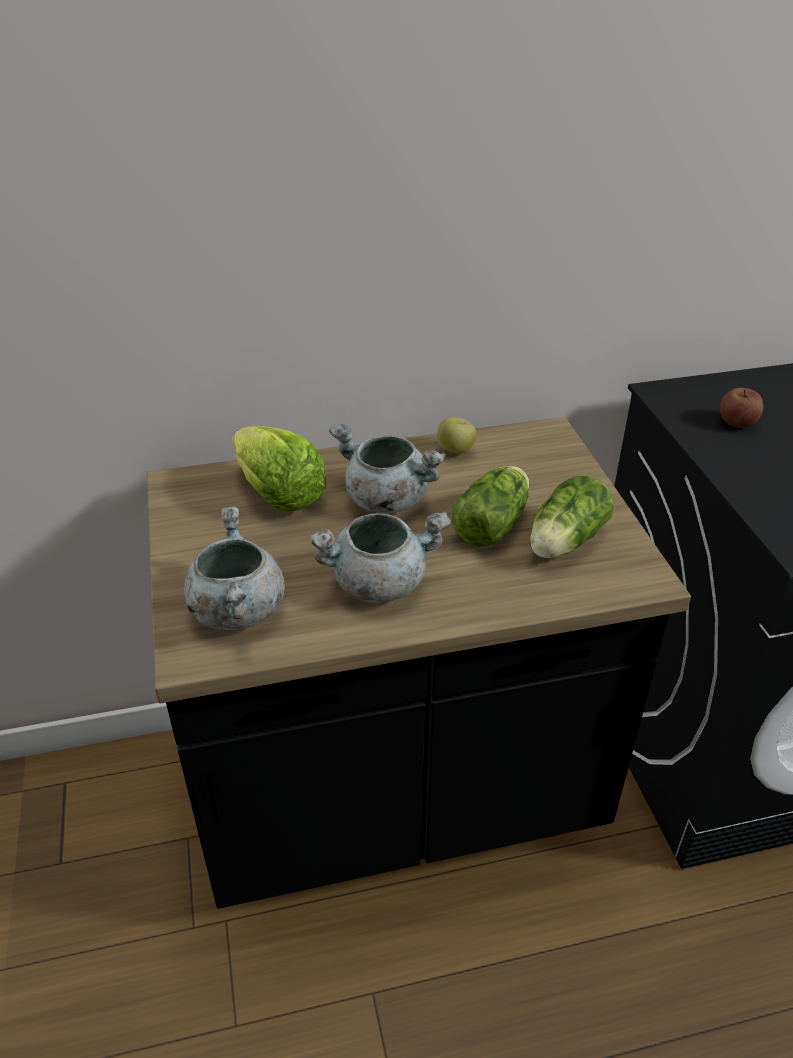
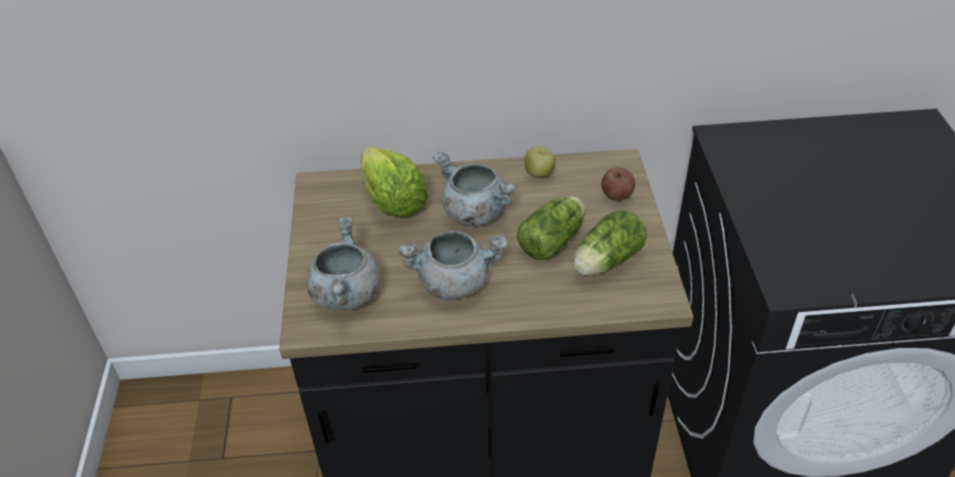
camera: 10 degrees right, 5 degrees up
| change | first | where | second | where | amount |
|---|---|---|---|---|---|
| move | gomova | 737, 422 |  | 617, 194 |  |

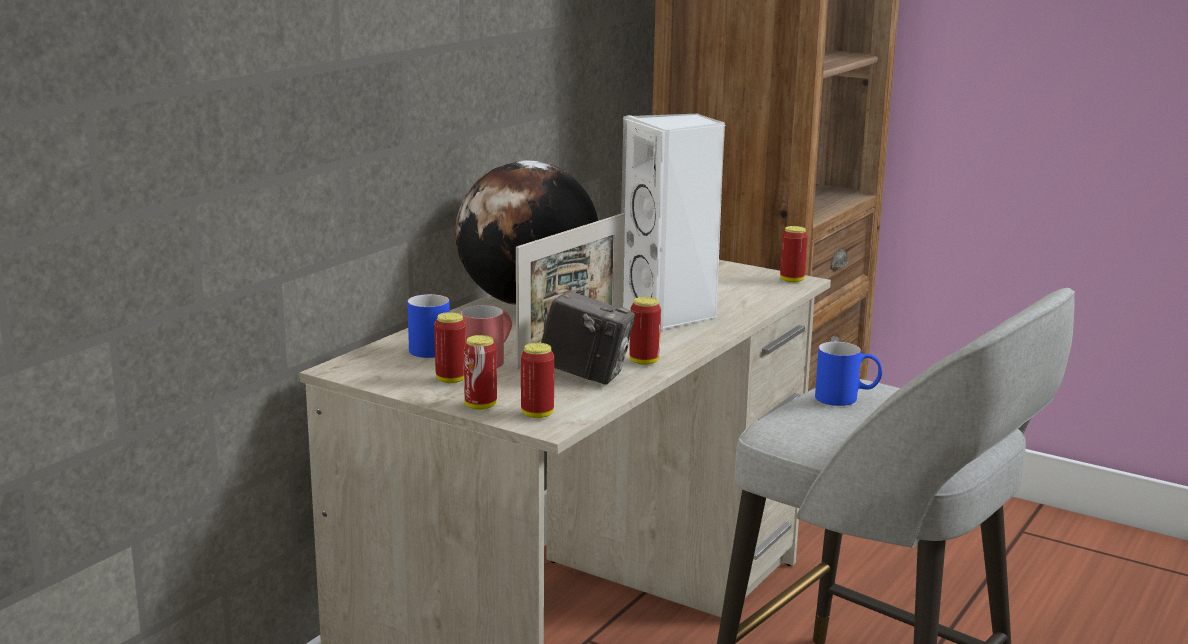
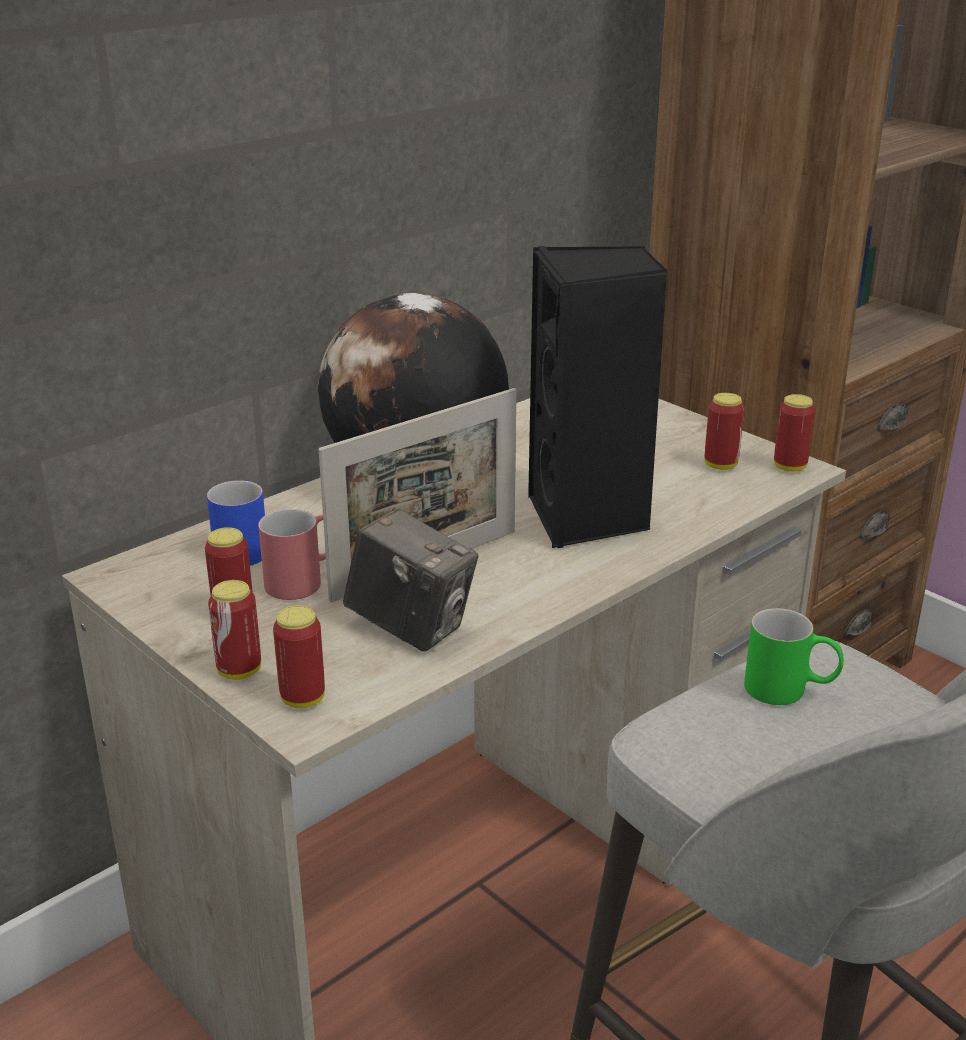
camera: 15 degrees right, 10 degrees up
| change | first | where | second | where | amount |
|---|---|---|---|---|---|
| recolor | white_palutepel | 670, 315 | black_palutepel | 588, 518 |  |
| move | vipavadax | 644, 361 |  | 720, 465 |  |
| recolor | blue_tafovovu | 847, 398 | green_tafovovu | 790, 690 |  |

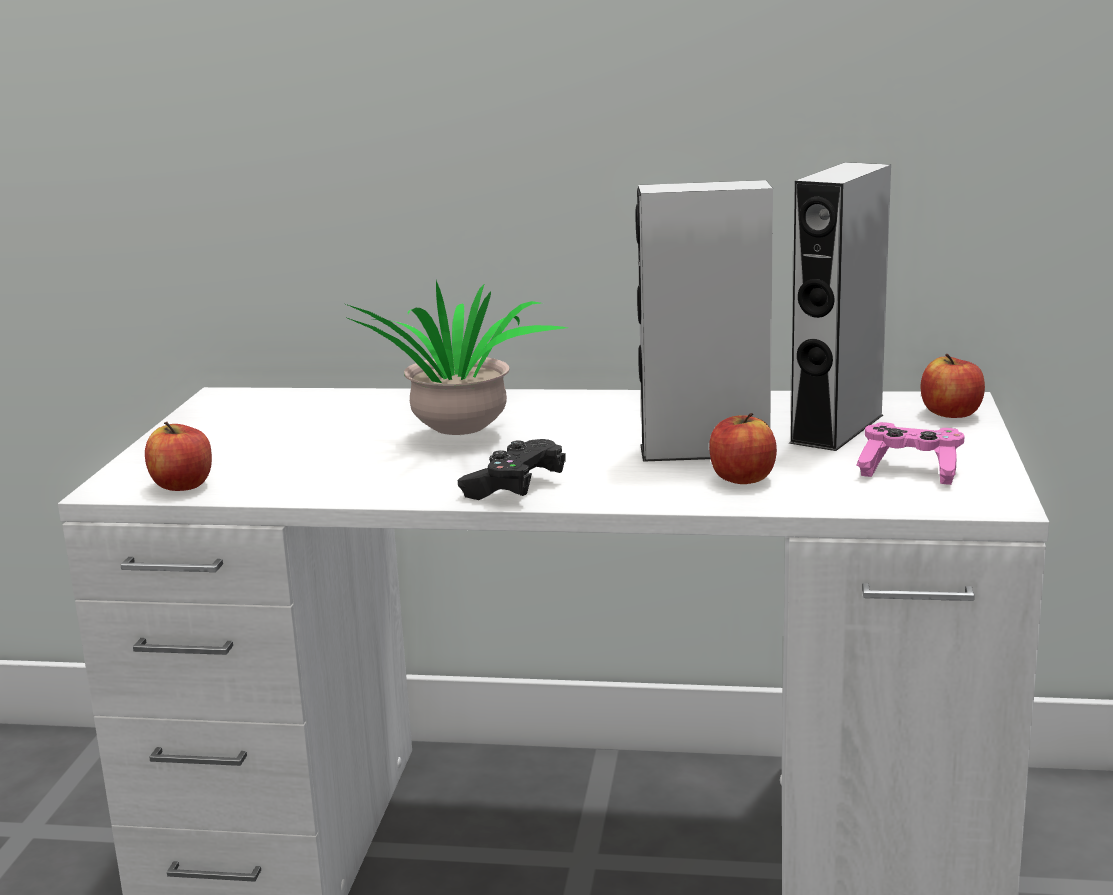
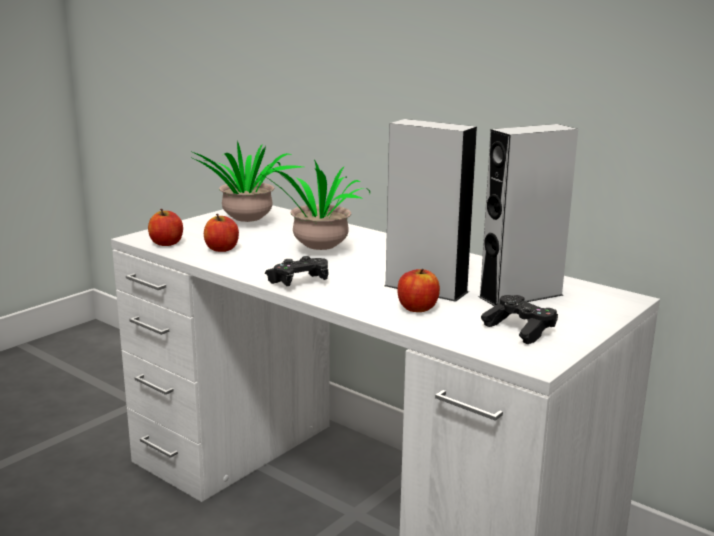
camera: 30 degrees right, 0 degrees up
| change | first | where | second | where | amount |
|---|---|---|---|---|---|
| move | gomova | 951, 414 |  | 222, 249 |  |
| recolor | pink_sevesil | 910, 470 | black_sevesil | 519, 330 |  |
| insert |  |  | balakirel | 247, 224 |  |

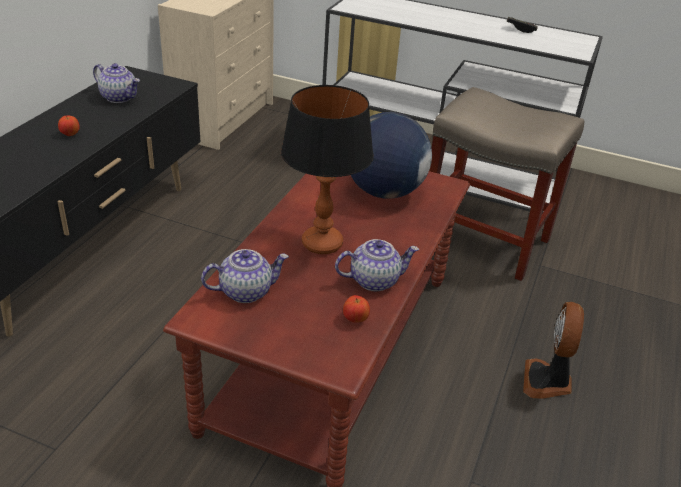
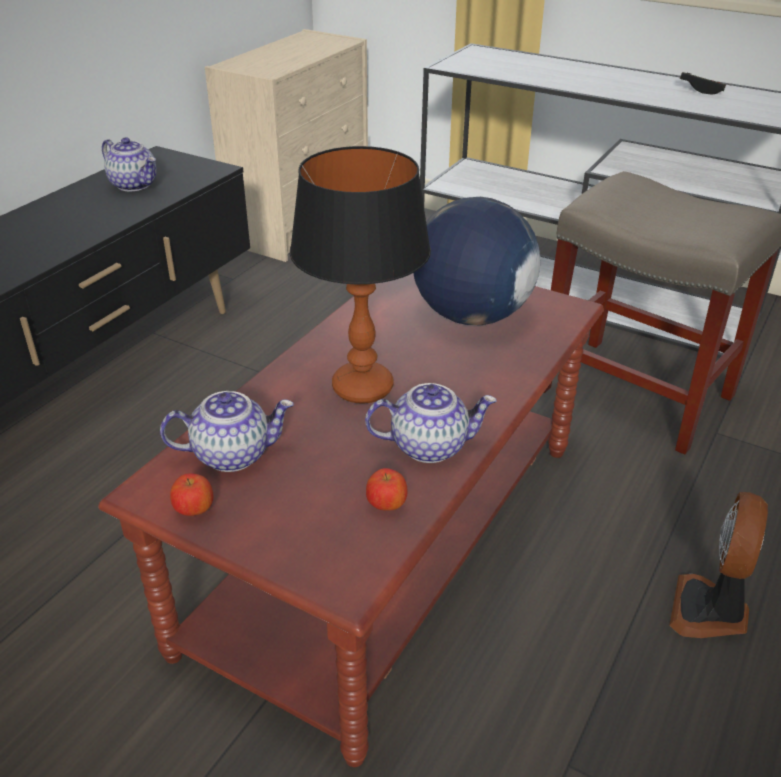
camera: 10 degrees right, 0 degrees up
| change | first | where | second | where | amount |
|---|---|---|---|---|---|
| move | gomova | 70, 134 |  | 194, 510 |  |

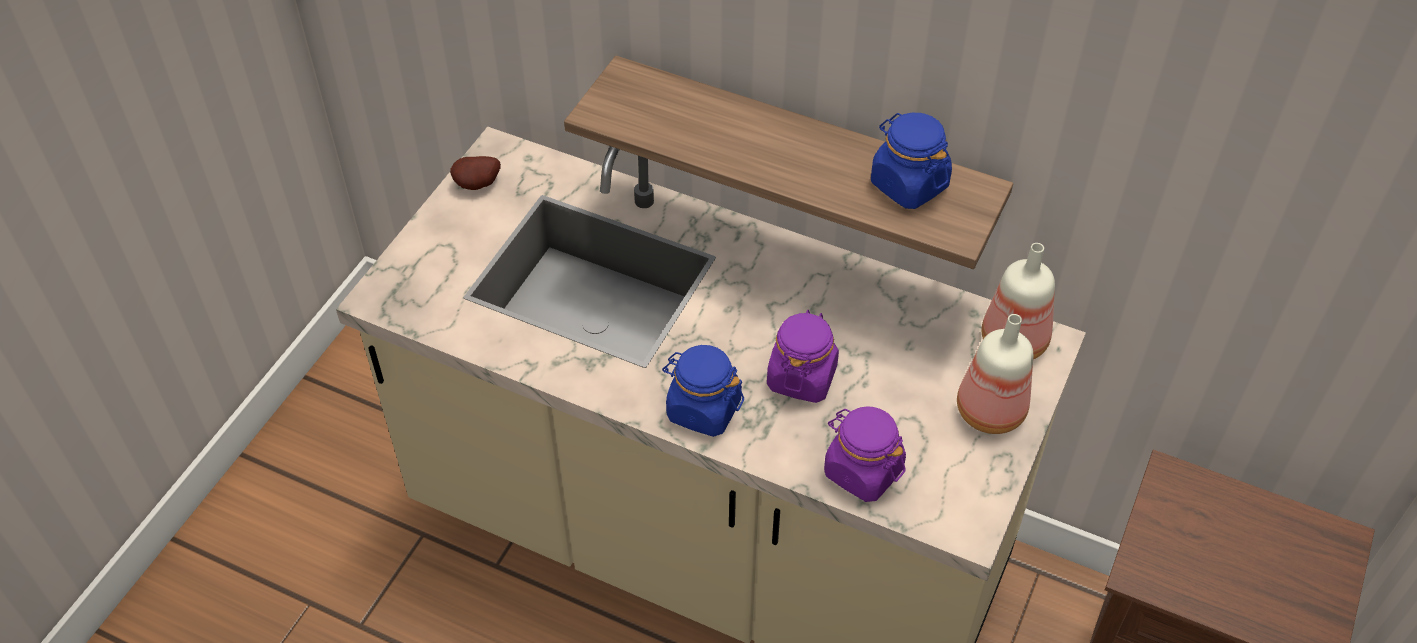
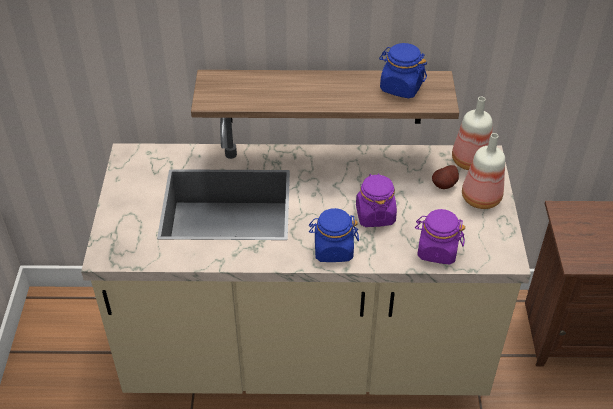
camera: 25 degrees left, 5 degrees down
| change | first | where | second | where | amount |
|---|---|---|---|---|---|
| move | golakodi | 478, 185 |  | 445, 185 |  |

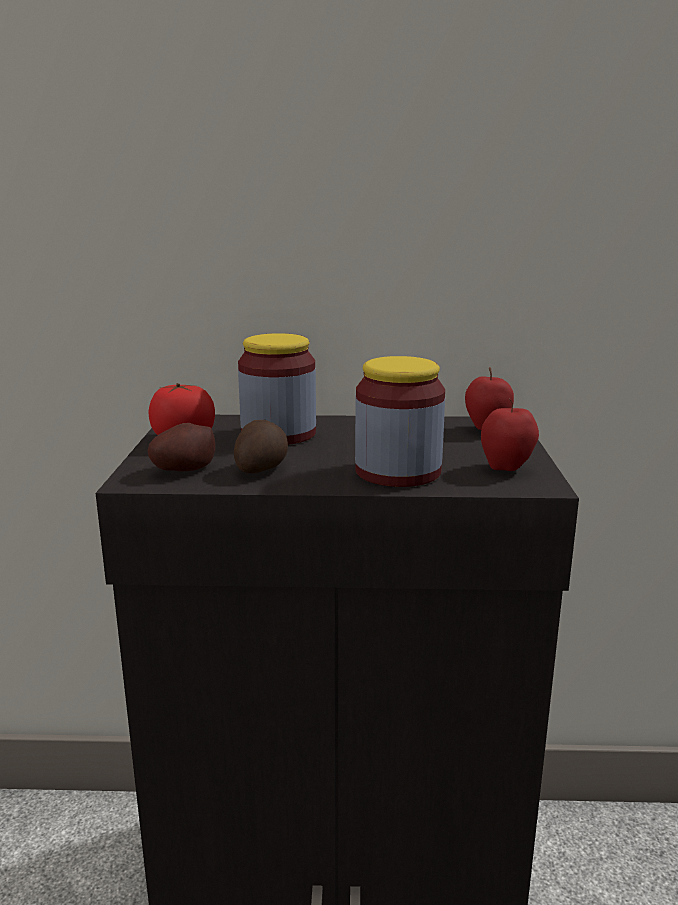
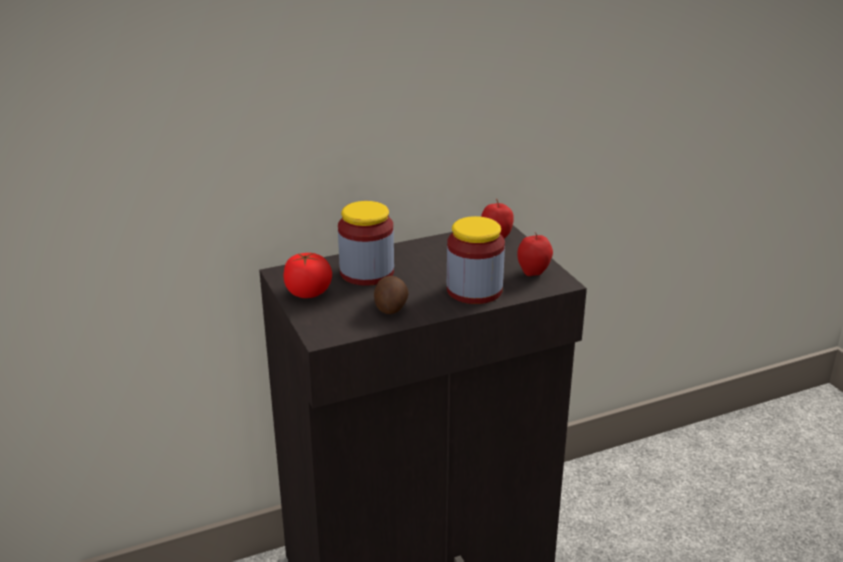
camera: 25 degrees left, 10 degrees up
| change | first | where | second | where | amount |
|---|---|---|---|---|---|
| delete | golakodi | 183, 469 |  |  |  |

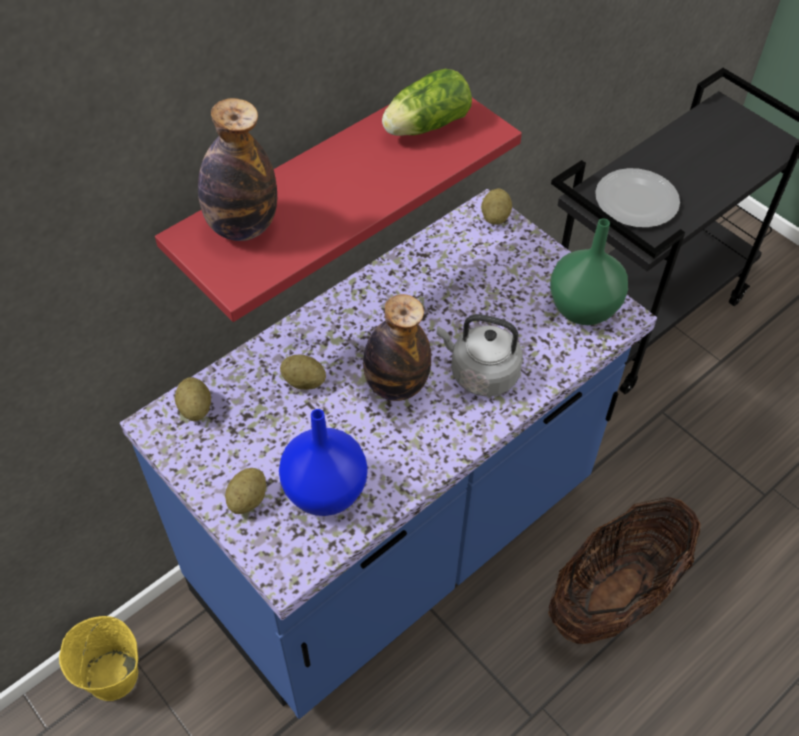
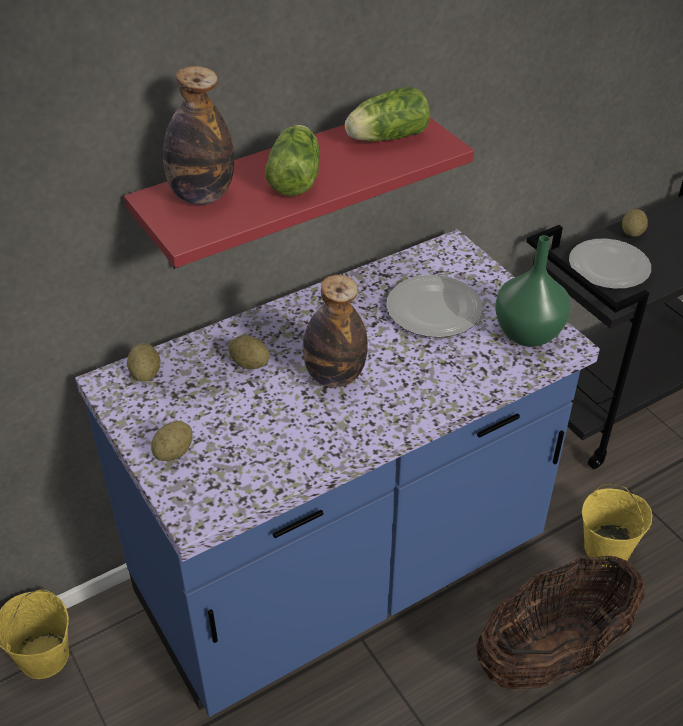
camera: 10 degrees right, 10 degrees down
| change | first | where | second | where | amount |
|---|---|---|---|---|---|
| move | golakodi | 495, 217 |  | 632, 233 |  |
| delete | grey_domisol | 480, 373 |  |  |  |
| delete | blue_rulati | 323, 491 |  |  |  |
| insert |  |  | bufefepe | 296, 176 |  |
| insert |  |  | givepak | 434, 308 |  |
| insert |  |  | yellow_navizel | 607, 548 |  |

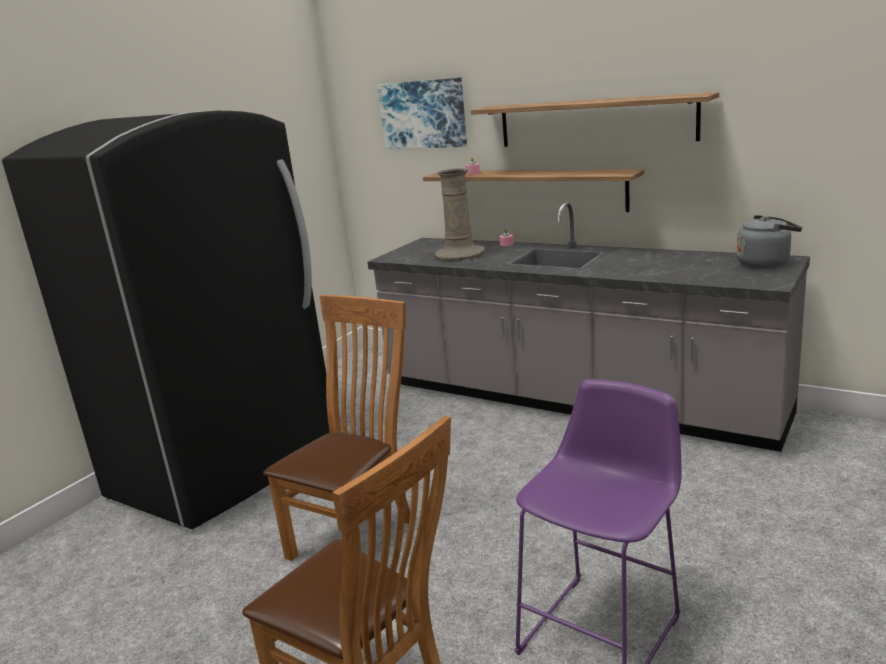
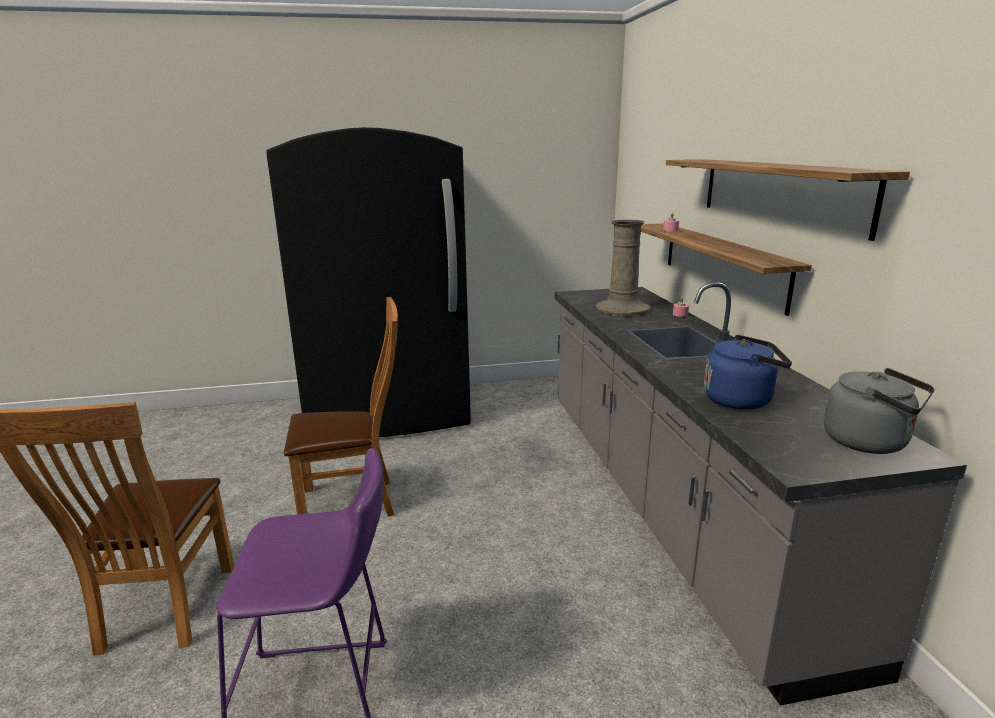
camera: 45 degrees right, 0 degrees up
| change | first | where | second | where | amount |
|---|---|---|---|---|---|
| delete | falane | 423, 114 |  |  |  |
| insert |  |  | blue_domisol | 741, 400 |  |

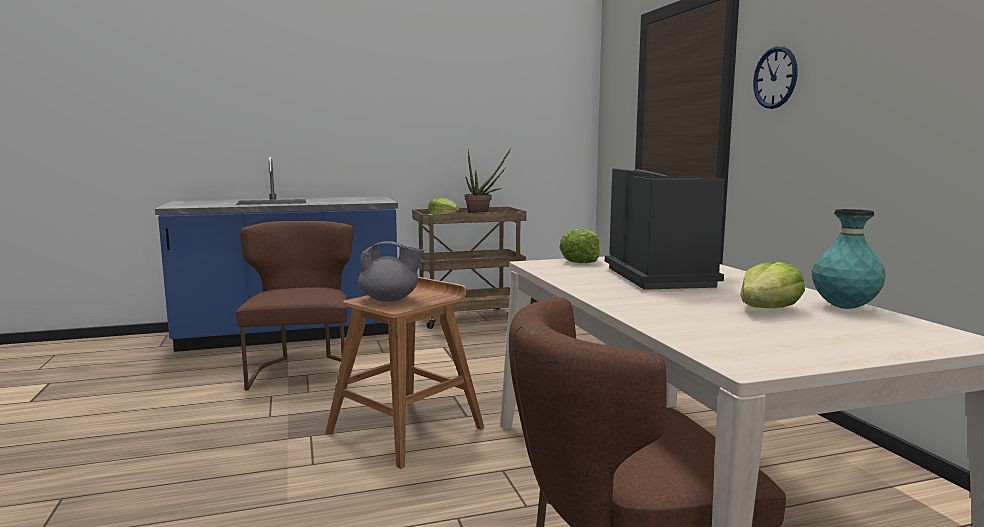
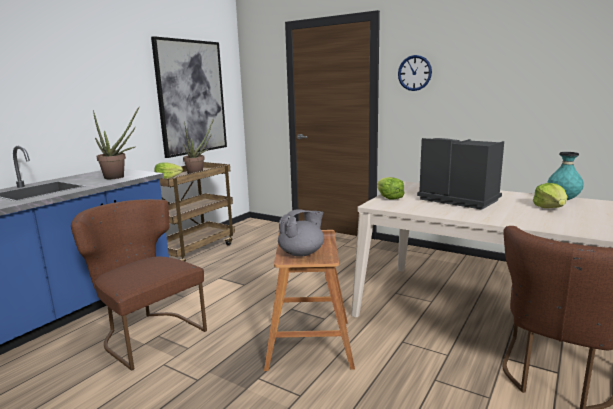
camera: 40 degrees left, 5 degrees up
| change | first | where | second | where | amount |
|---|---|---|---|---|---|
| insert |  |  | falane | 191, 97 |  |
| insert |  |  | balakirel | 118, 177 |  |

